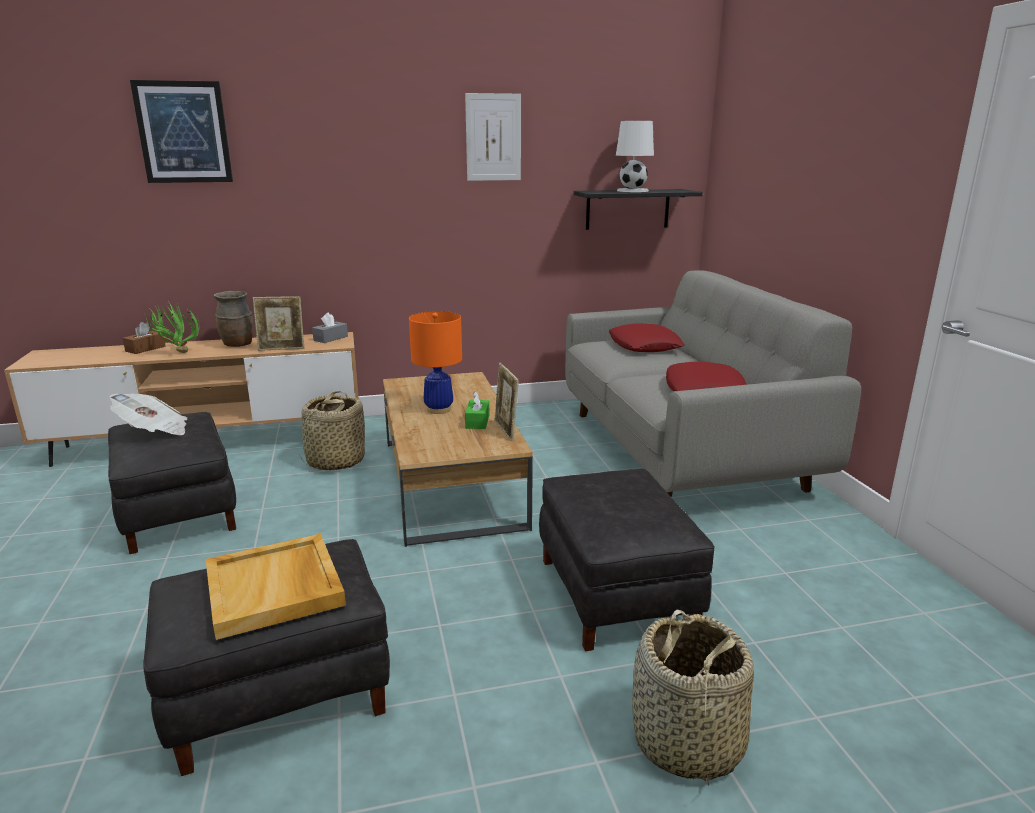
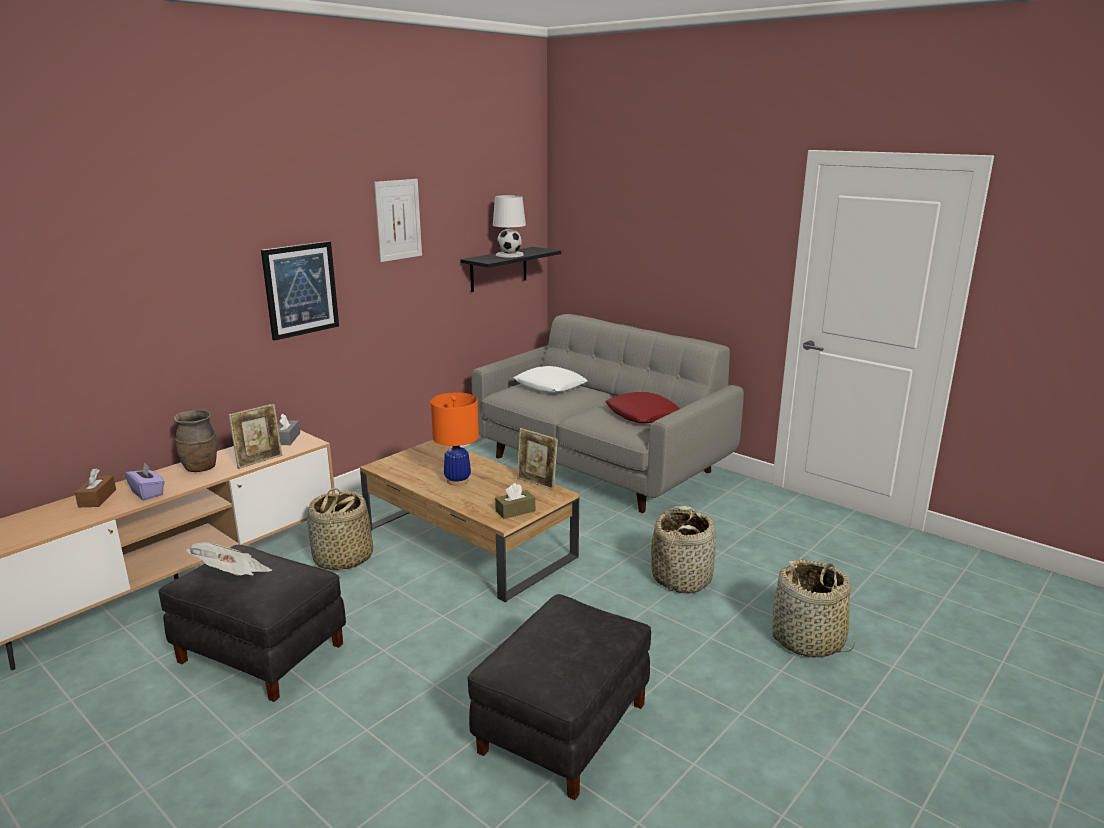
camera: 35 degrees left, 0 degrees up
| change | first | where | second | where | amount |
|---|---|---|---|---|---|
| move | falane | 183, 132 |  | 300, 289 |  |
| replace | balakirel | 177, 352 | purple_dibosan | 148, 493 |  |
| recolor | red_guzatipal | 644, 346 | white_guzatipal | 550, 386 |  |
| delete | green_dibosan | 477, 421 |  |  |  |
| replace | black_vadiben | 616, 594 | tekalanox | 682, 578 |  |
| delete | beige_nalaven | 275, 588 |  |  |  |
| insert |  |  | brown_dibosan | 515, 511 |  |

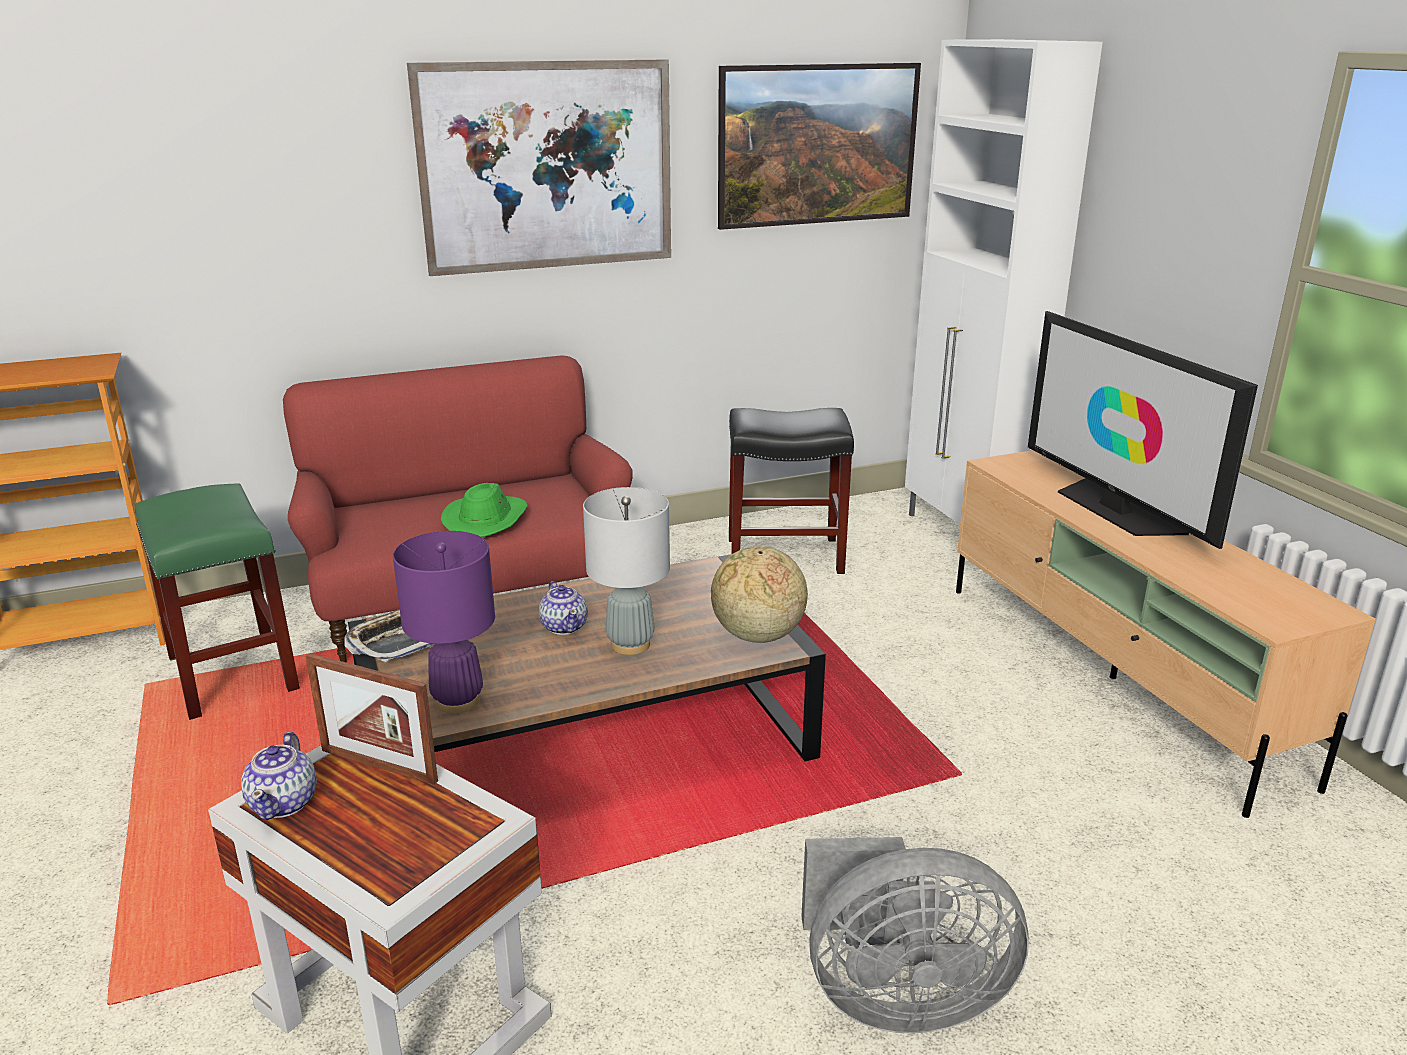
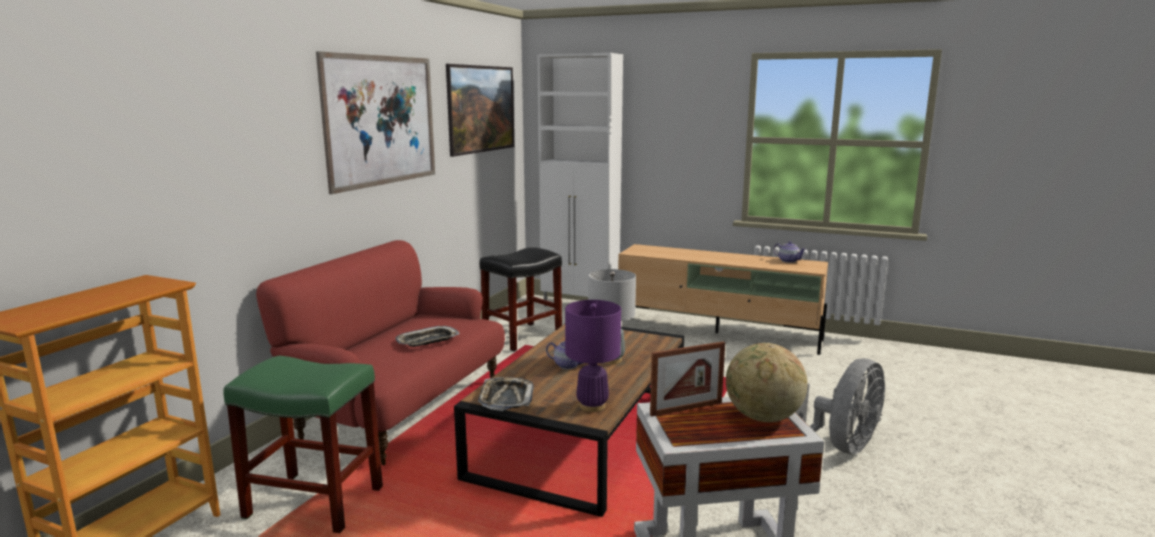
camera: 45 degrees left, 10 degrees down
| change | first | where | second | where | amount |
|---|---|---|---|---|---|
| delete | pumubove | 1114, 509 |  |  |  |
| replace | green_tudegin | 486, 519 | nalaven | 427, 341 |  |
| move | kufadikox | 757, 636 |  | 762, 418 |  |
| move | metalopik | 284, 802 |  | 788, 261 |  |

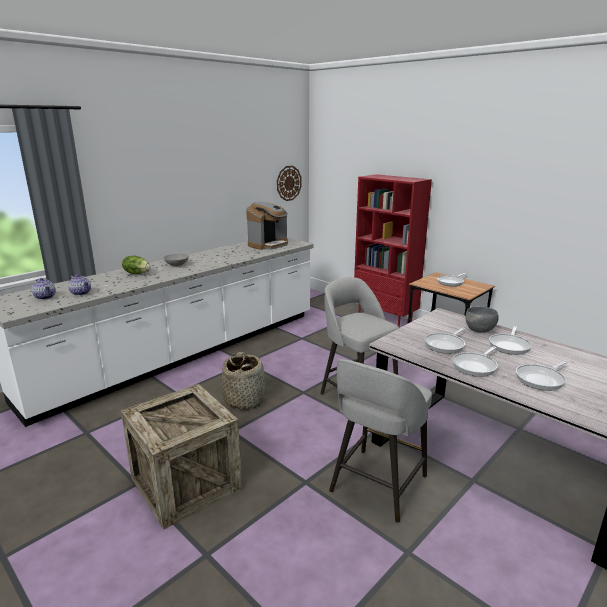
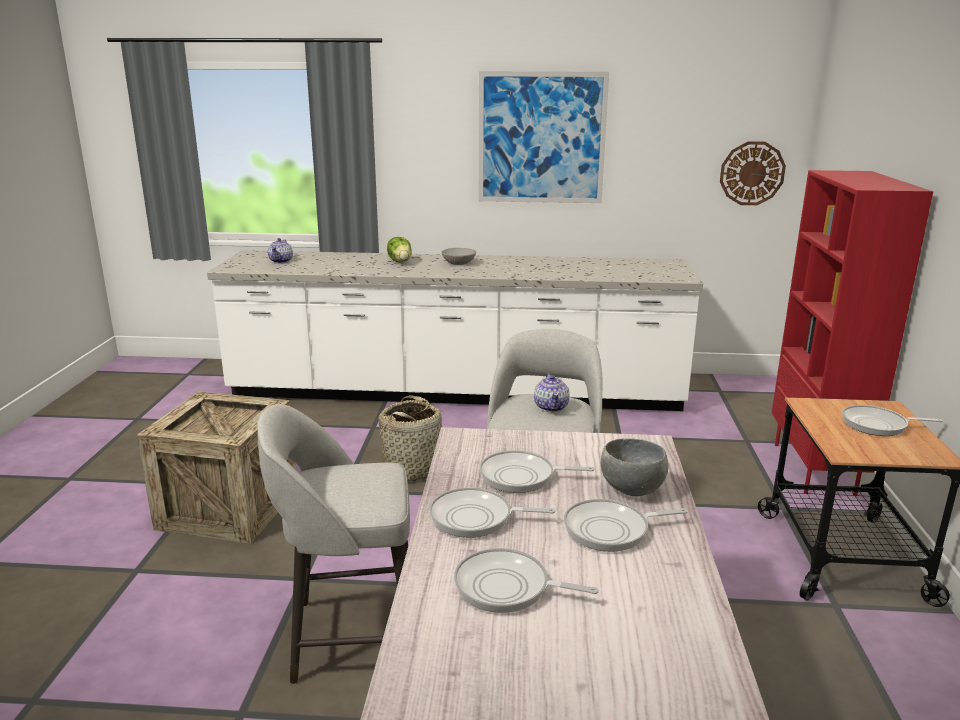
camera: 50 degrees right, 0 degrees up
| change | first | where | second | where | amount |
|---|---|---|---|---|---|
| delete | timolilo | 268, 245 |  |  |  |
| move | metalopik | 81, 293 |  | 551, 407 |  |
| insert |  |  | falane | 541, 138 |  |

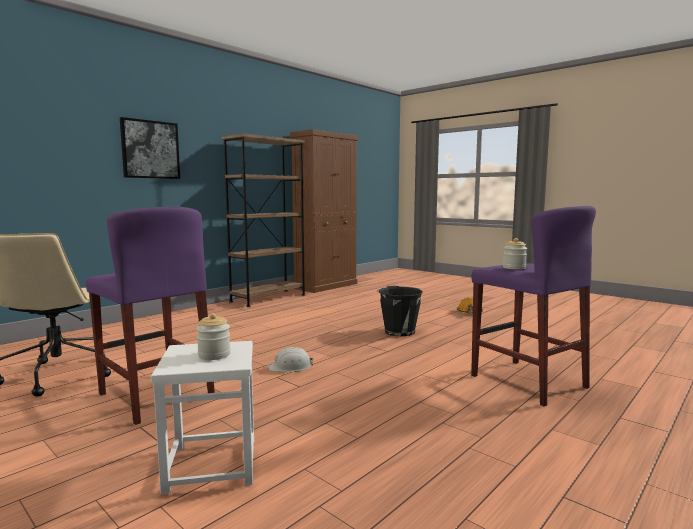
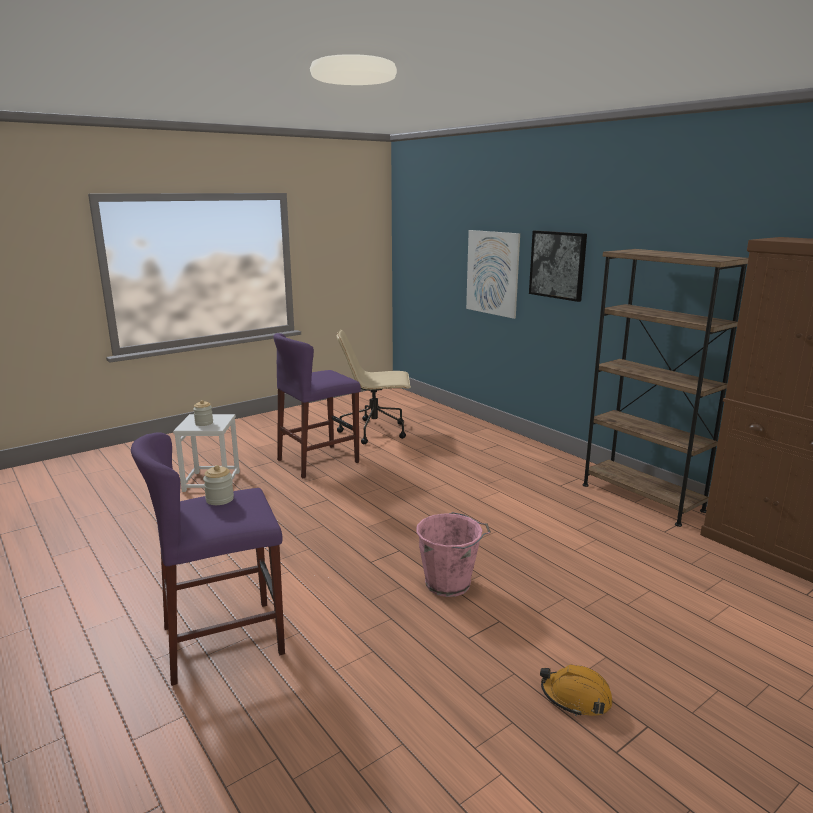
camera: 100 degrees right, 10 degrees up
| change | first | where | second | where | amount |
|---|---|---|---|---|---|
| recolor | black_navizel | 399, 331 | pink_navizel | 450, 584 |  |
| delete | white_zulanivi | 290, 367 |  |  |  |
| insert |  |  | falane | 492, 273 |  |

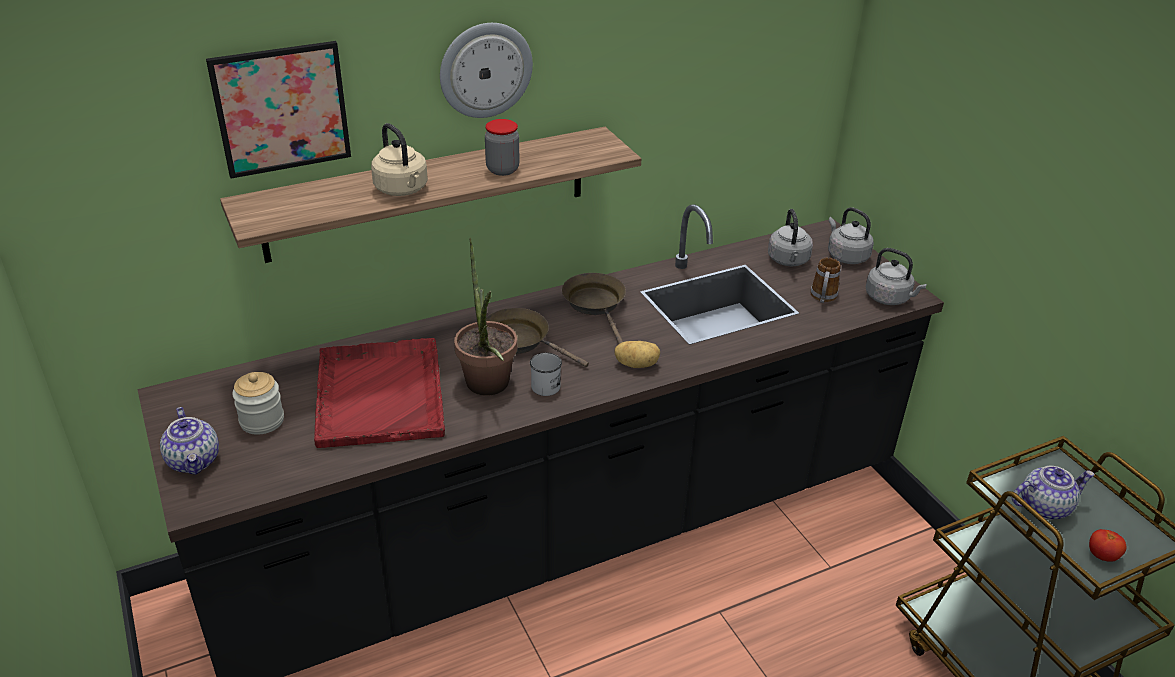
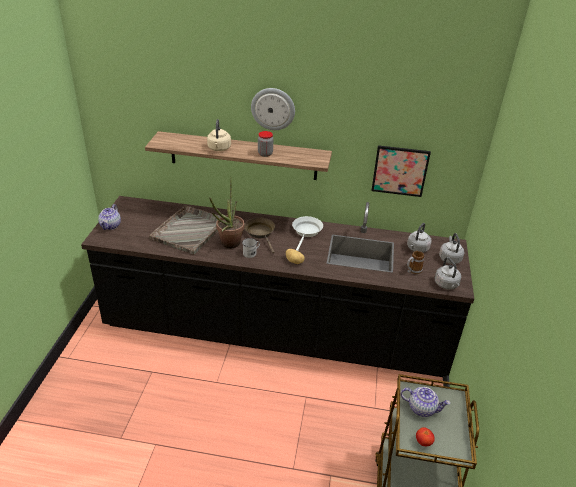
camera: 35 degrees right, 0 degrees up
| change | first | where | second | where | amount |
|---|---|---|---|---|---|
| move | falane | 281, 109 |  | 400, 171 |  |
| recolor | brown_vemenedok | 596, 305 | white_vemenedok | 306, 232 |  |
| recolor | red_nalaven | 380, 393 | grey_nalaven | 190, 230 |  |
| delete | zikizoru | 262, 421 |  |  |  |

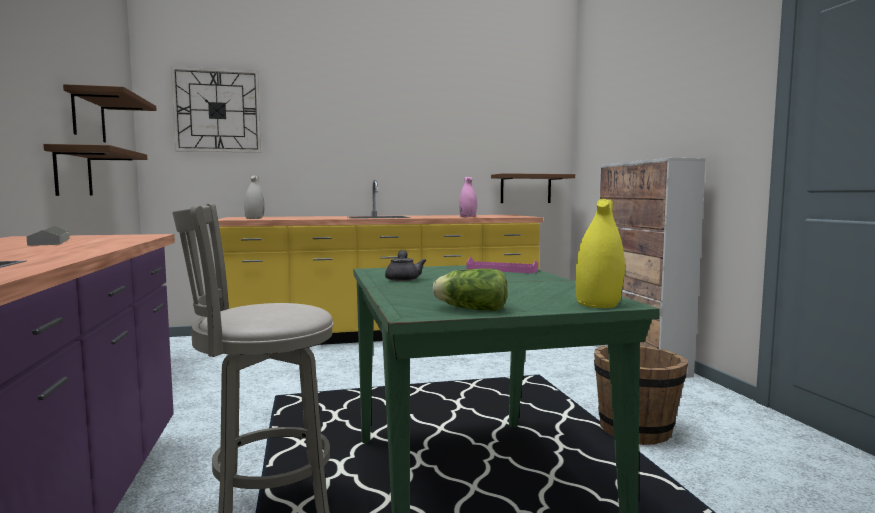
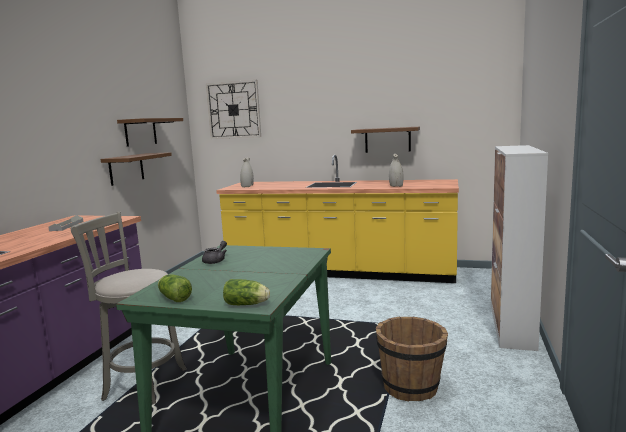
camera: 30 degrees right, 5 degrees up
| change | first | where | second | where | amount |
|---|---|---|---|---|---|
| move | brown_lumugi | 525, 189 |  | 387, 139 |  |
| recolor | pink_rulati | 467, 217 | white_rulati | 396, 186 |  |
| replace | yellow_rulati | 598, 304 | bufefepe | 247, 304 |  |
| delete | pink_nalaven | 501, 270 |  |  |  |

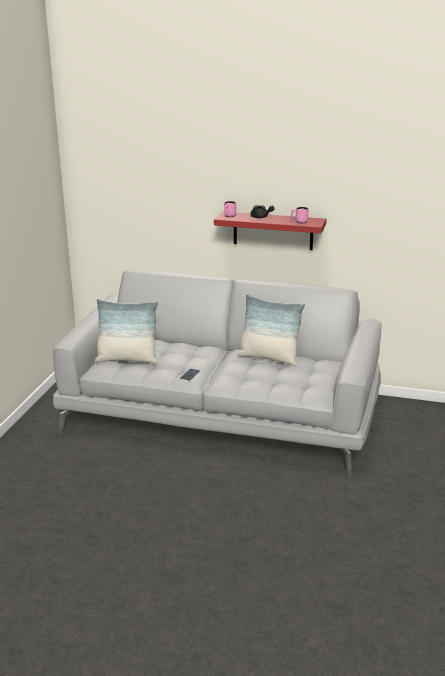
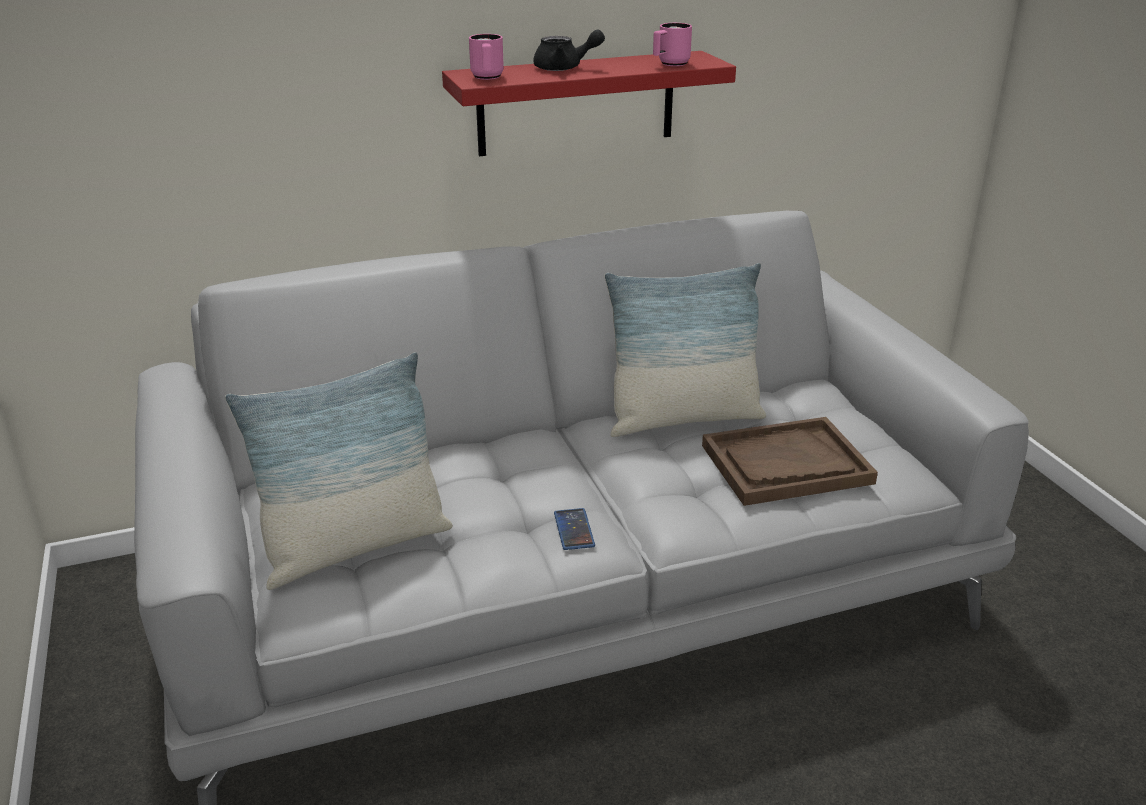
camera: 35 degrees left, 5 degrees up
| change | first | where | second | where | amount |
|---|---|---|---|---|---|
| insert |  |  | brown_nalaven | 786, 464 |  |

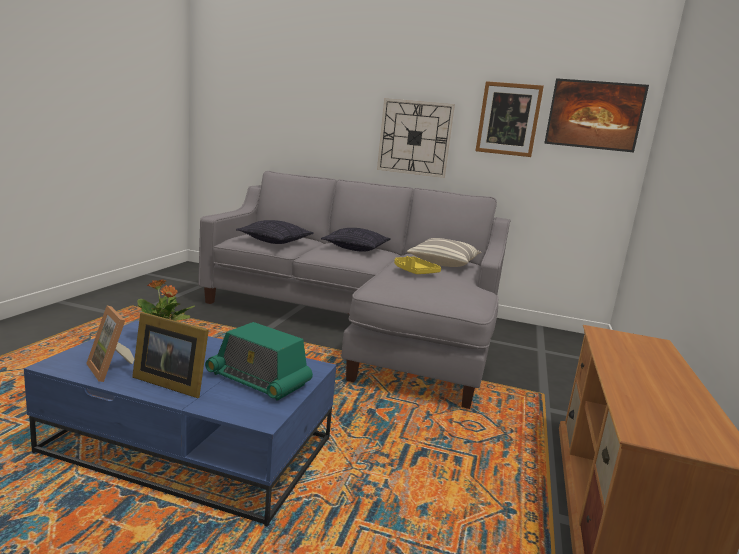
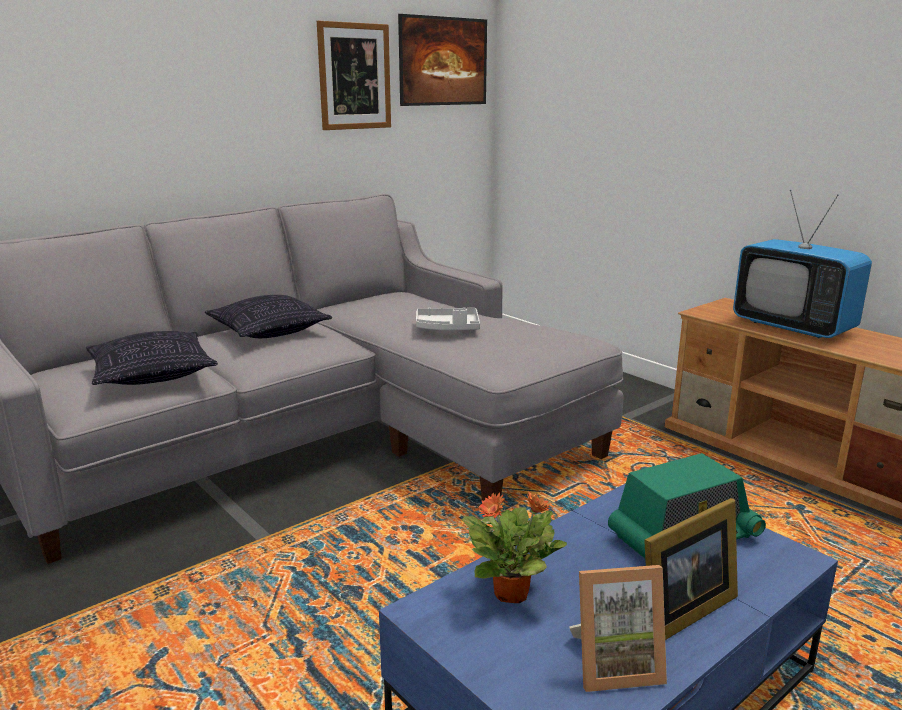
camera: 55 degrees left, 5 degrees up
| change | first | where | second | where | amount |
|---|---|---|---|---|---|
| delete | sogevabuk | 414, 138 |  |  |  |
| delete | guzatipal | 443, 263 |  |  |  |
| recolor | yellow_nalaven | 414, 272 | grey_nalaven | 448, 328 |  |
| insert |  |  | pumubove | 793, 327 |  |

